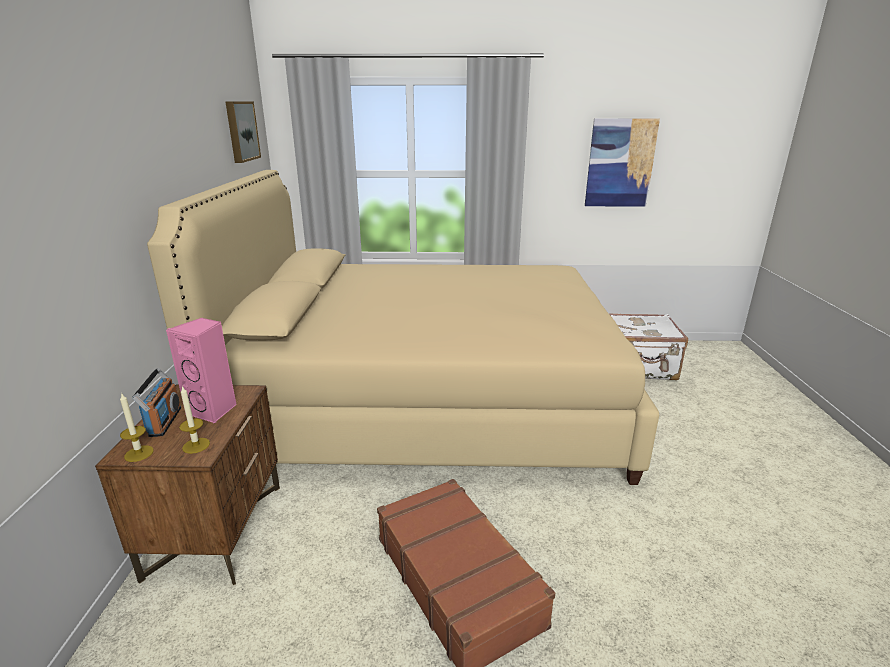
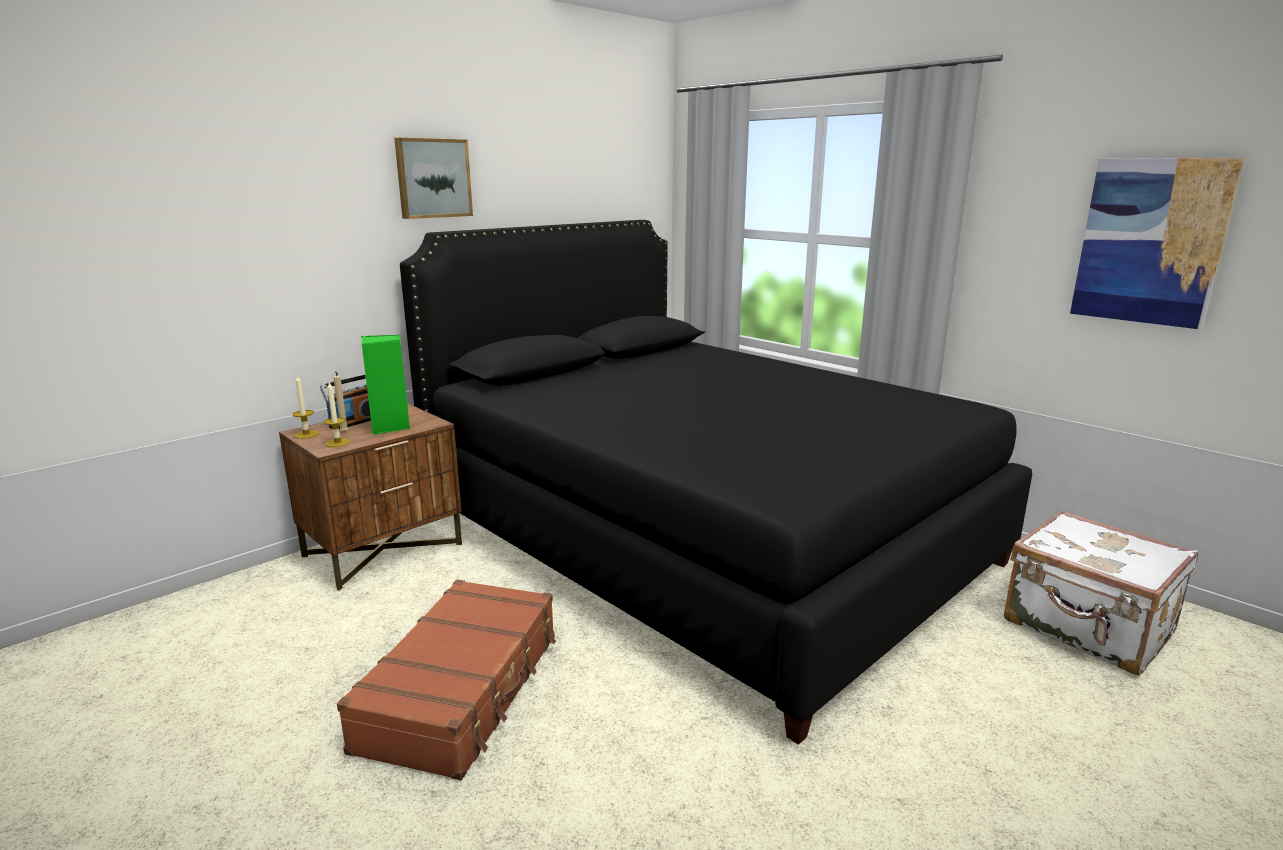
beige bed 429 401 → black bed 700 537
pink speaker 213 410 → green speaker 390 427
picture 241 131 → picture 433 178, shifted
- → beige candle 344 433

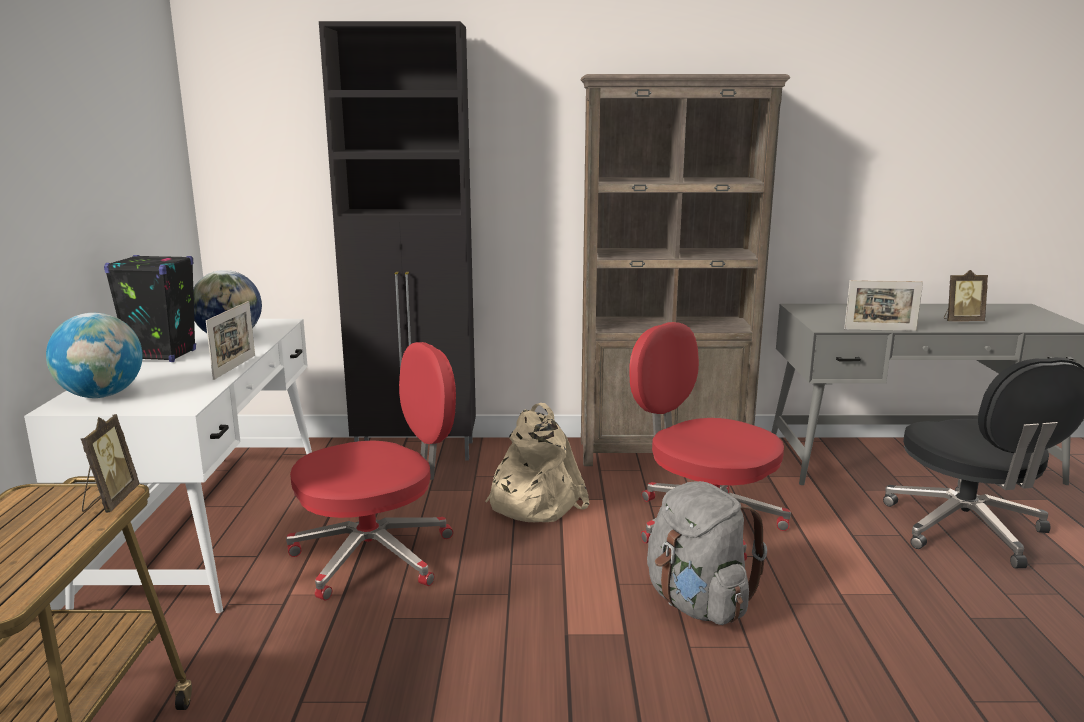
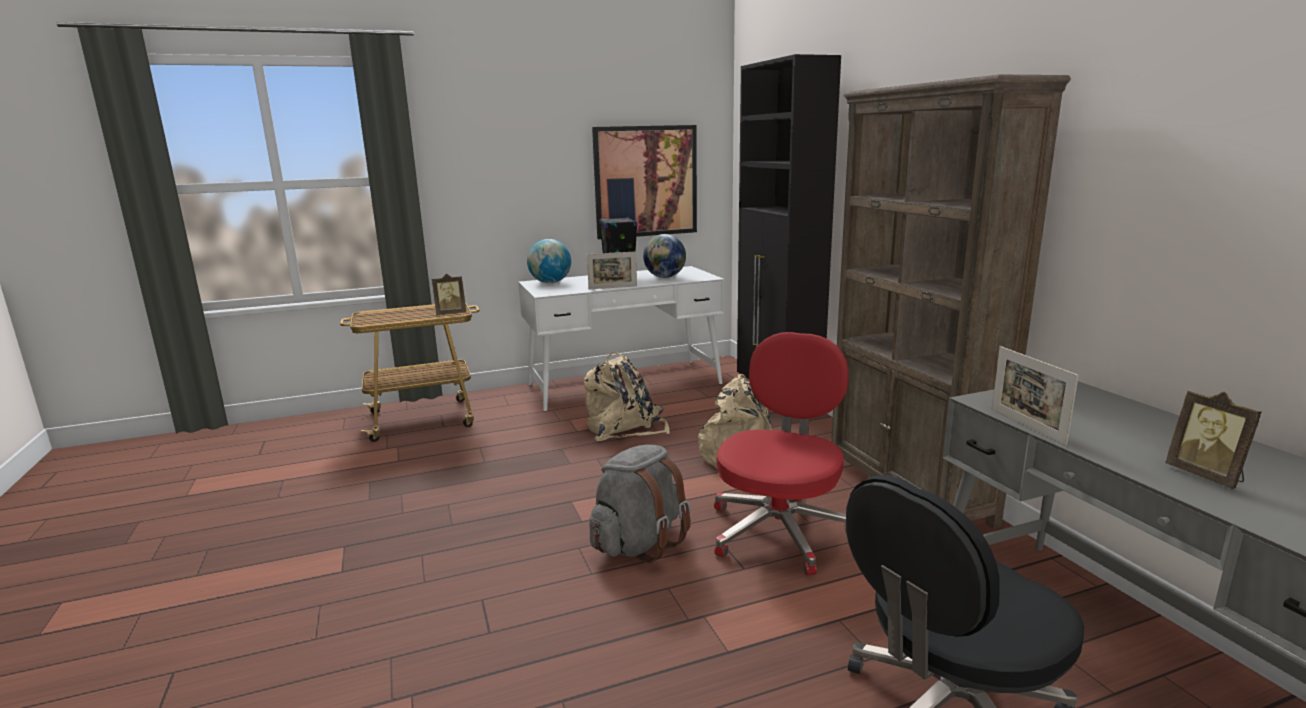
red office chair 377 555 → beige backpack 624 428
- → picture 645 181

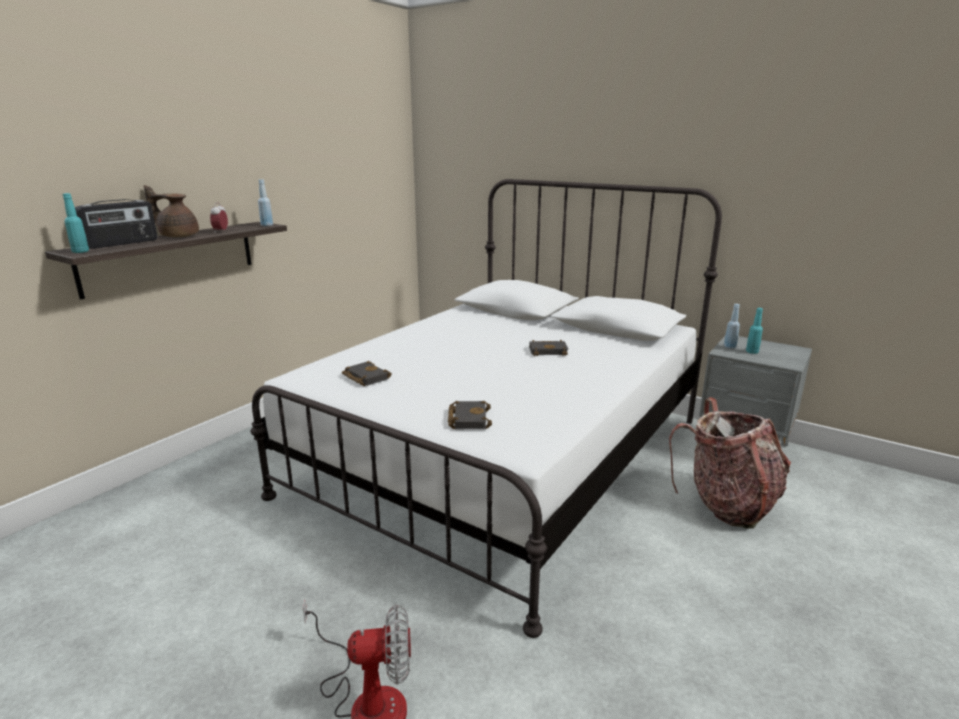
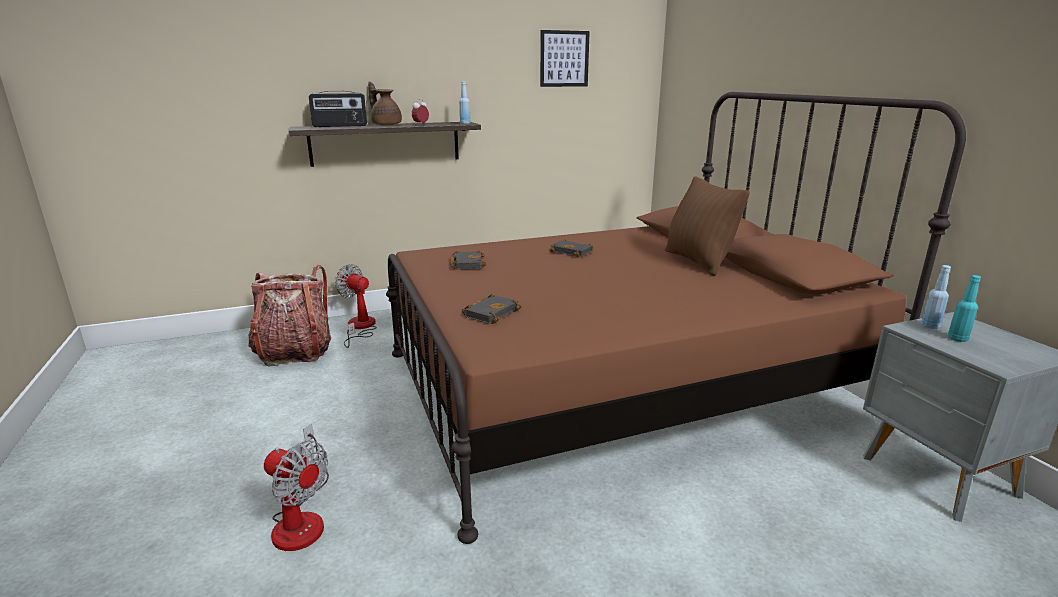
turquoise bottle 80 252 → -
white bed 504 455 → brown bed 617 385
black book 549 351 → black book 573 252, shifted
backpack 727 504 → backpack 294 352, shifted
- → fan 360 328
- → picture 564 59
- → brown pillow 698 262

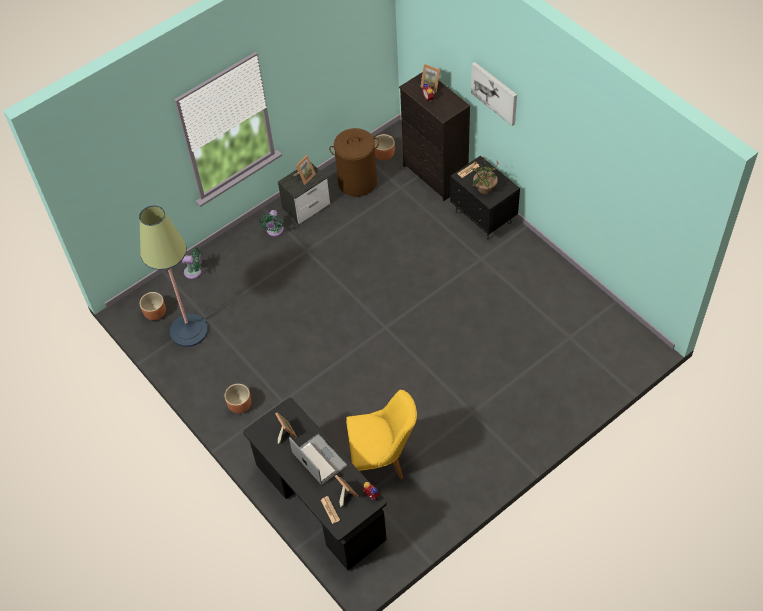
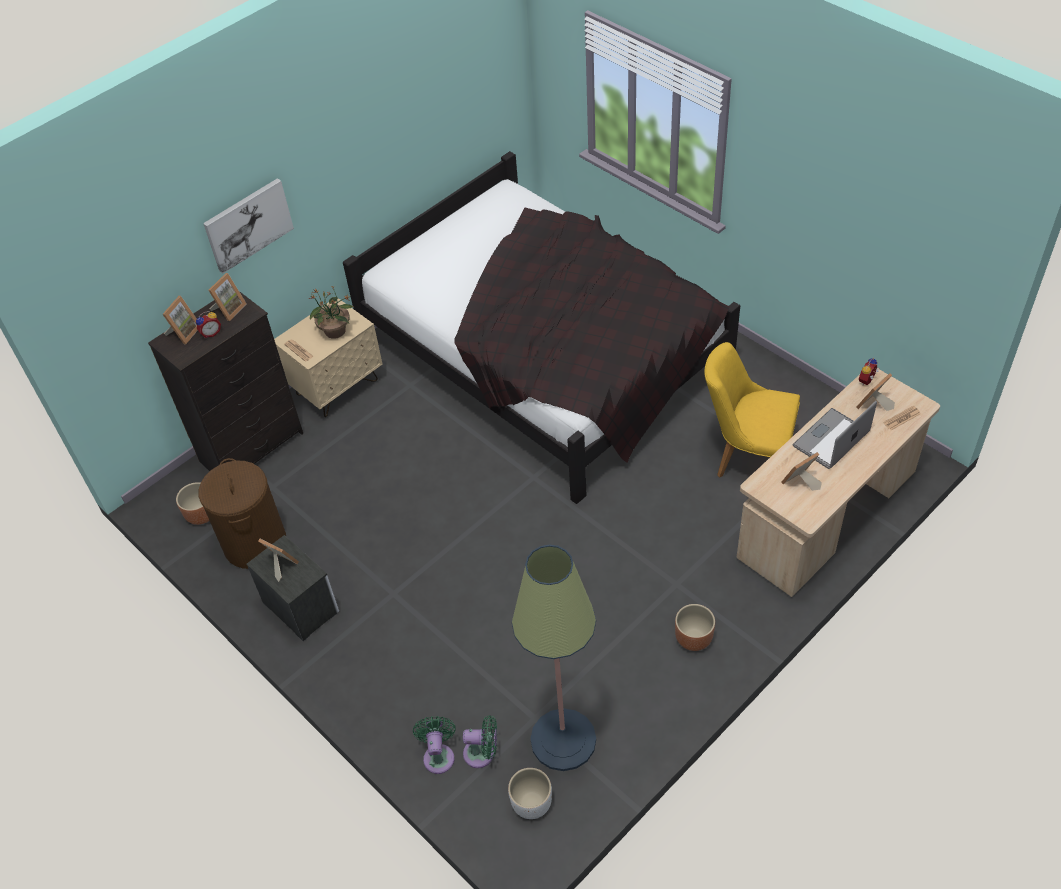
brown planter 155 313 → white planter 532 803
black desk 320 503 → beige desk 827 516
green fan 274 231 → green fan 482 753, shifted
yellow chair 382 460 → yellow chair 746 457, 60 degrees counterclockwise
black nightstand 483 218 → beige nightstand 337 387
- → picture frame 229 309
- → black bed 546 357

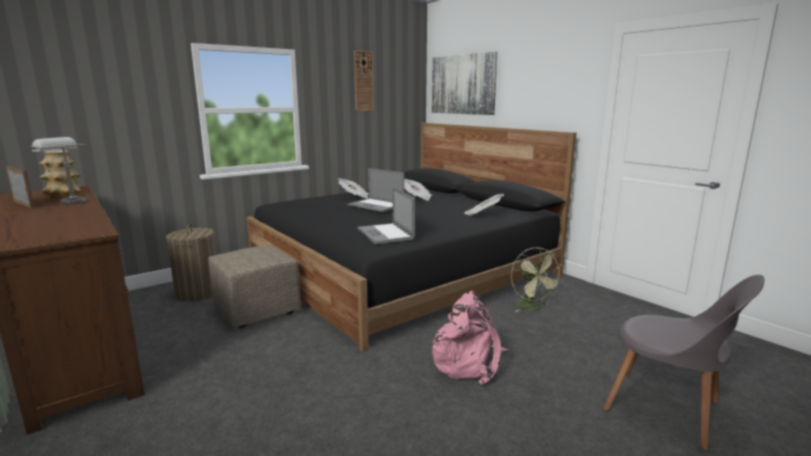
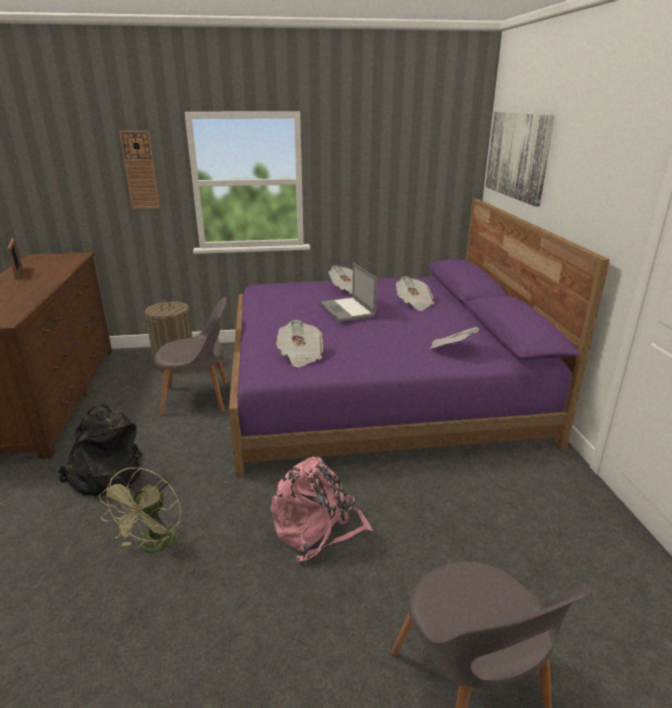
grey table lamp 68 201 → -
vase 64 194 → -
beige ottoman 258 310 → grey chair 199 399
black bed 403 270 → purple bed 377 386
wall clock 363 81 → wall clock 140 170, shifted
laptop 385 234 → newspaper 300 356
green fan 532 308 → green fan 154 547, shifted
- → black backpack 104 475

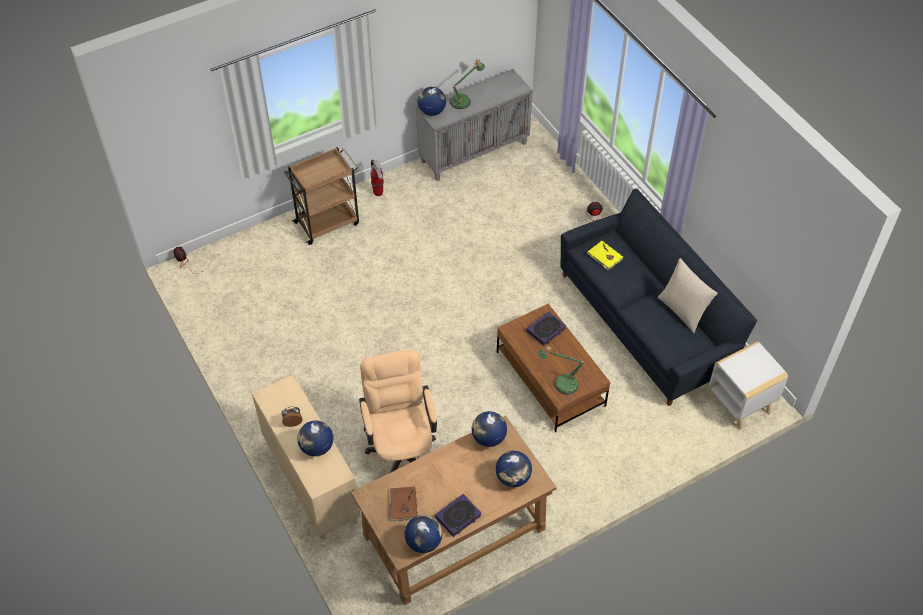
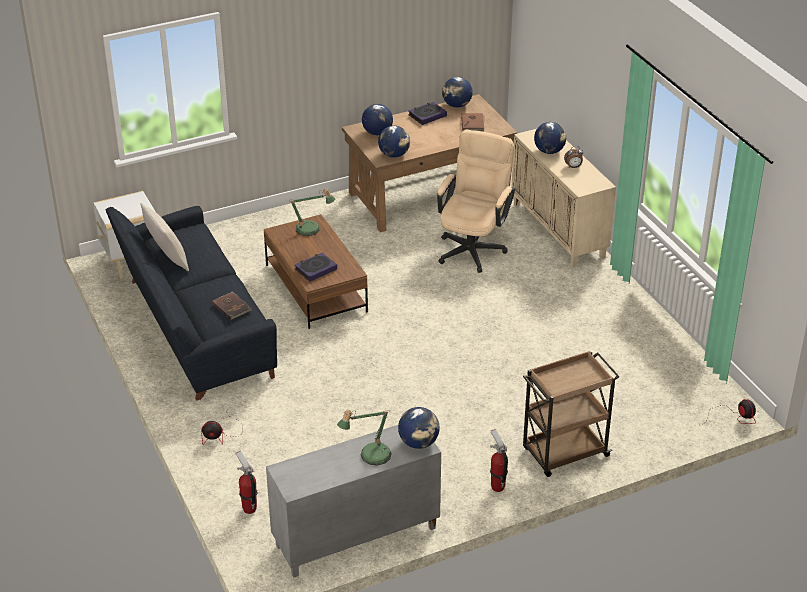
beige office chair 401 448 → beige office chair 473 247, 150 degrees counterclockwise
yellow book 604 257 → brown book 232 307
- → fire extinguisher 249 509

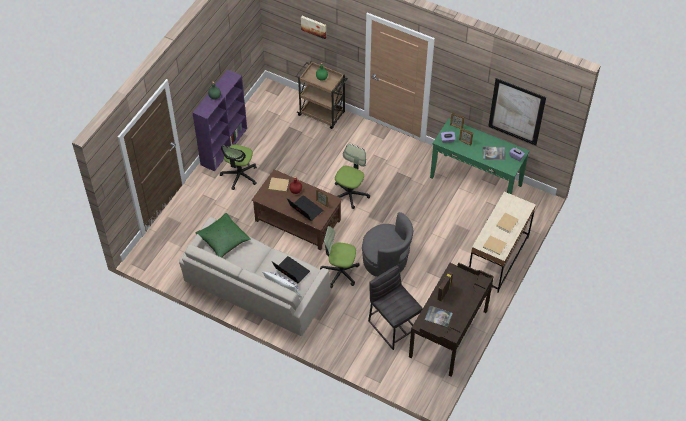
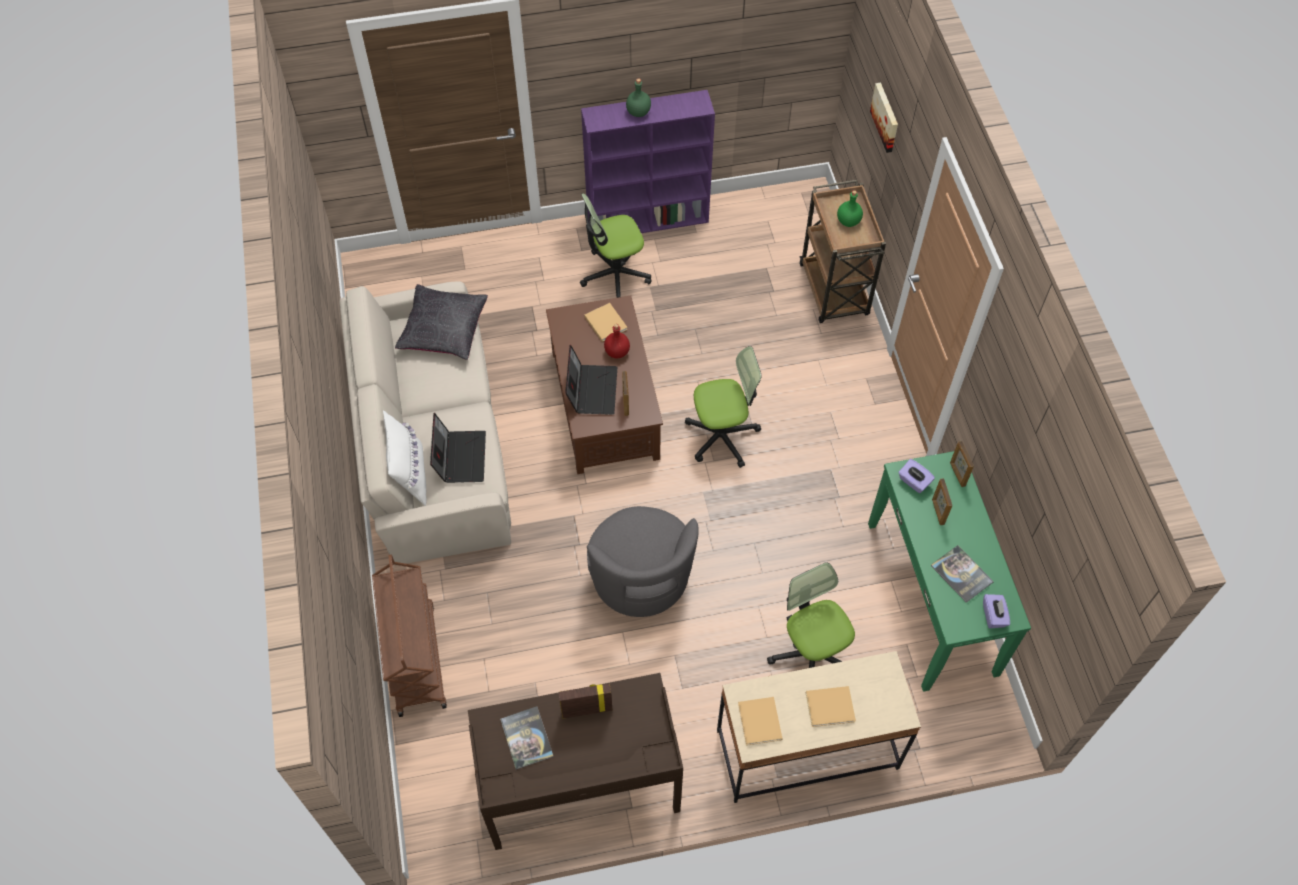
green pillow 223 240 → black pillow 443 330
office chair 340 272 → office chair 810 653, shifted
grey stool 394 326 → -
picture 516 112 → -
- → brown cart 415 658

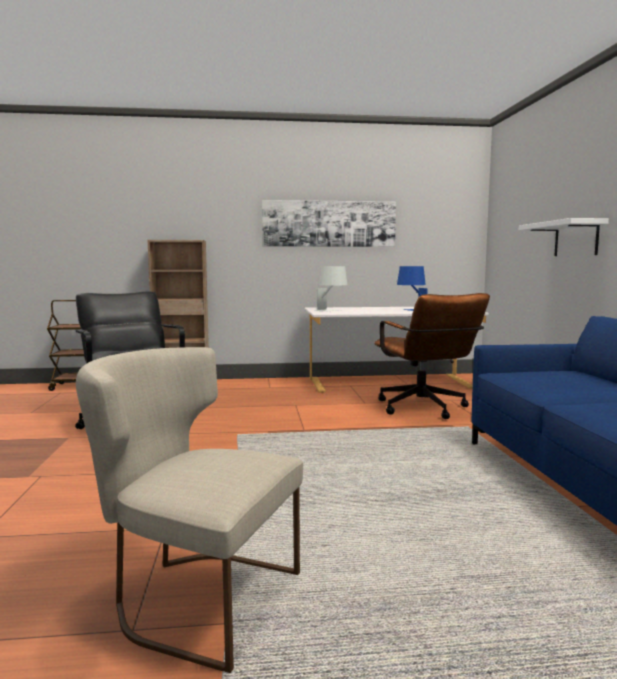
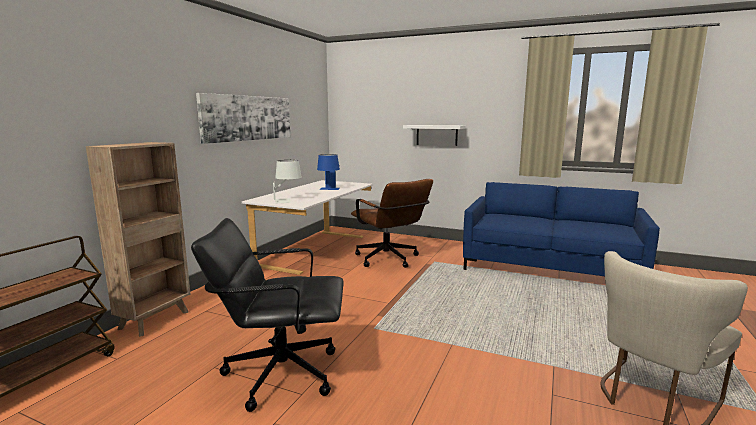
brown office chair 425 410 → brown office chair 390 260, 45 degrees clockwise

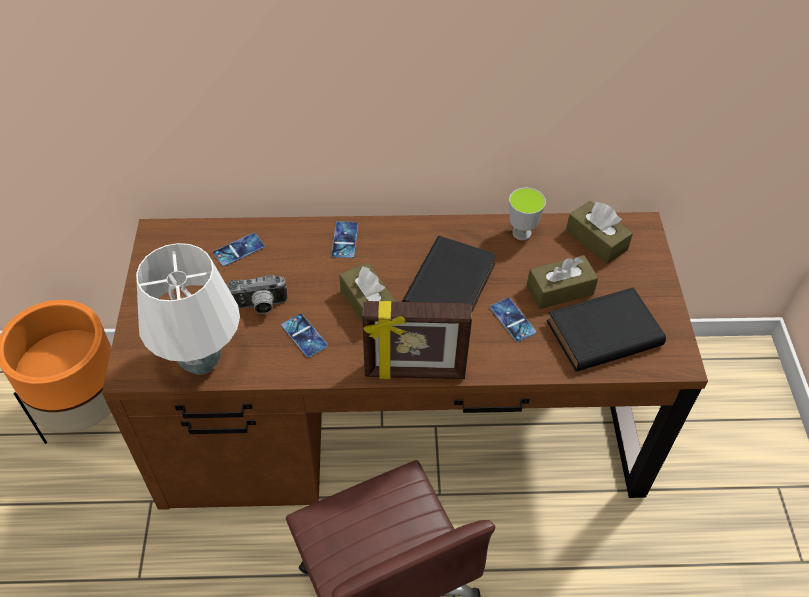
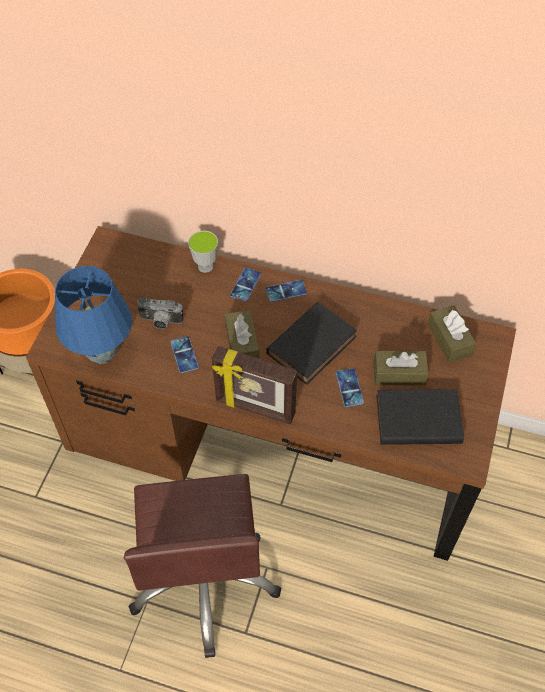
white table lamp 203 362 → blue table lamp 103 354
phone 239 250 → phone 286 291, shifted
cup 521 233 → cup 205 266, shifted

